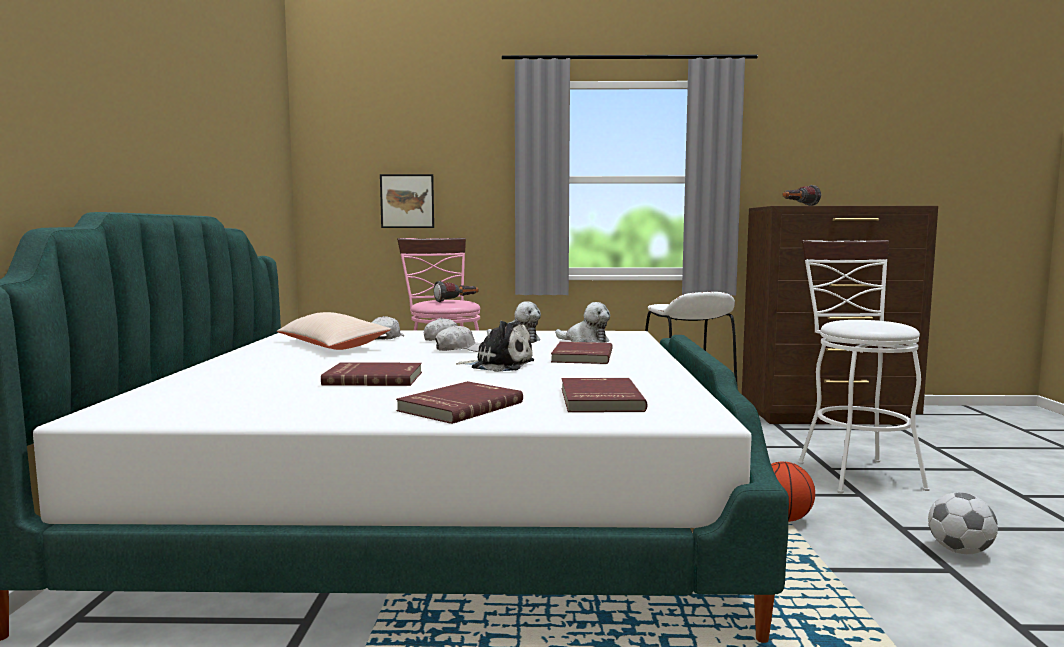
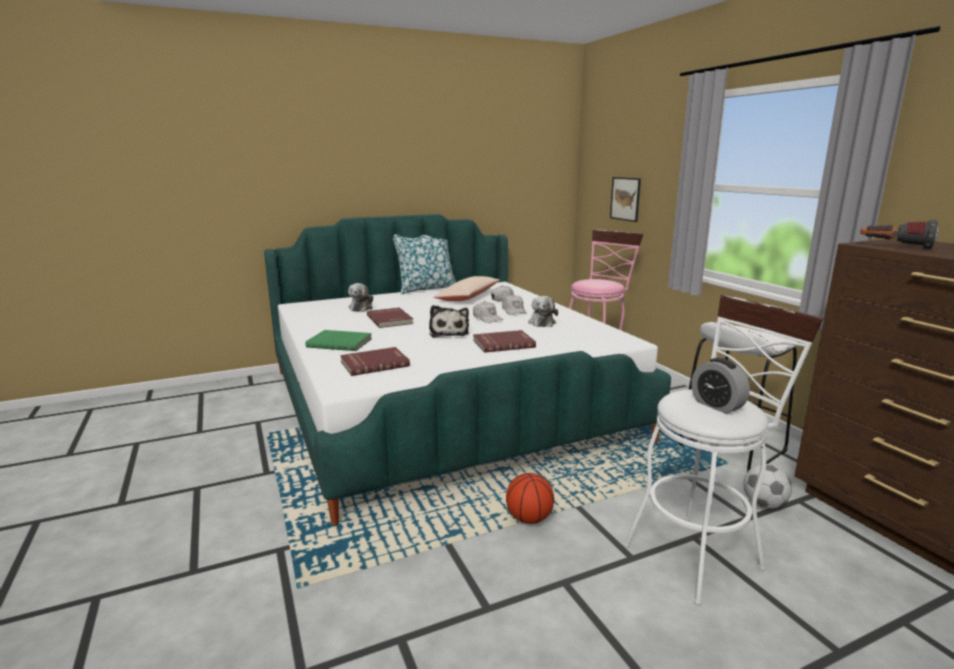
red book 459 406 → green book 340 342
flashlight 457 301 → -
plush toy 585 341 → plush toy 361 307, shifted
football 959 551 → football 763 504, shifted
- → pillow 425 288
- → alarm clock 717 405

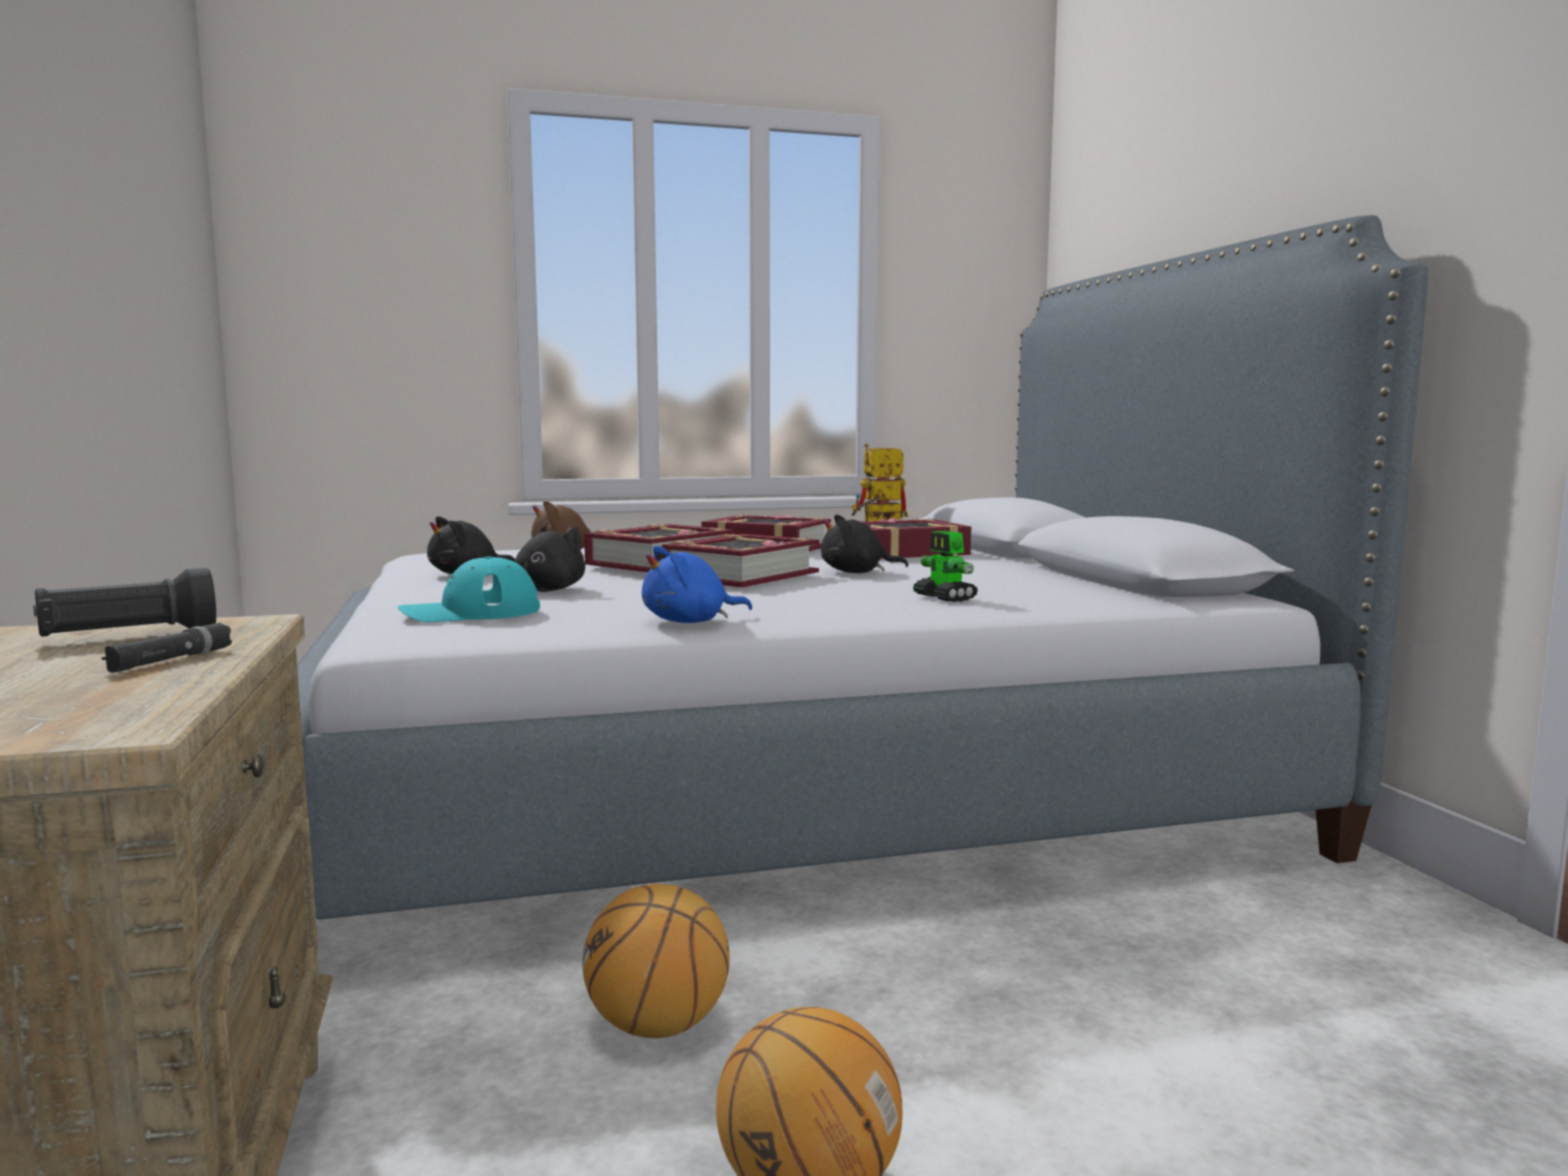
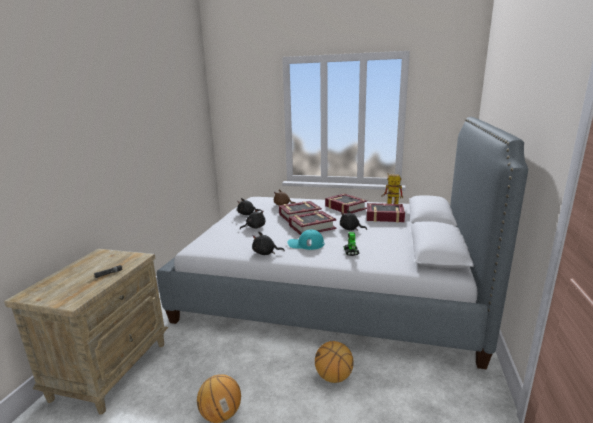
black flashlight 129 636 → -
turquoise cap 470 612 → turquoise cap 305 244, shifted
basketball 658 1027 → basketball 333 377, shifted
blue plush toy 690 622 → black plush toy 265 253

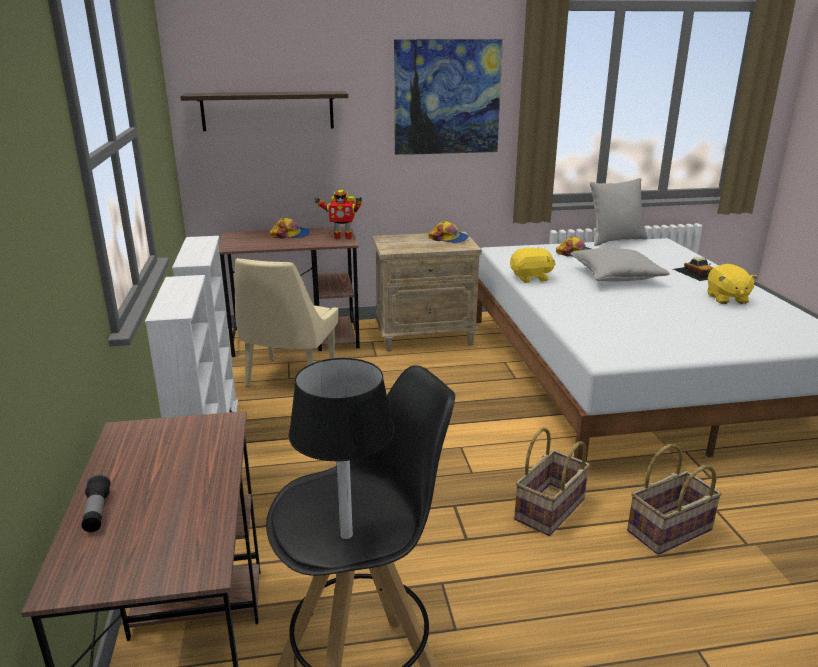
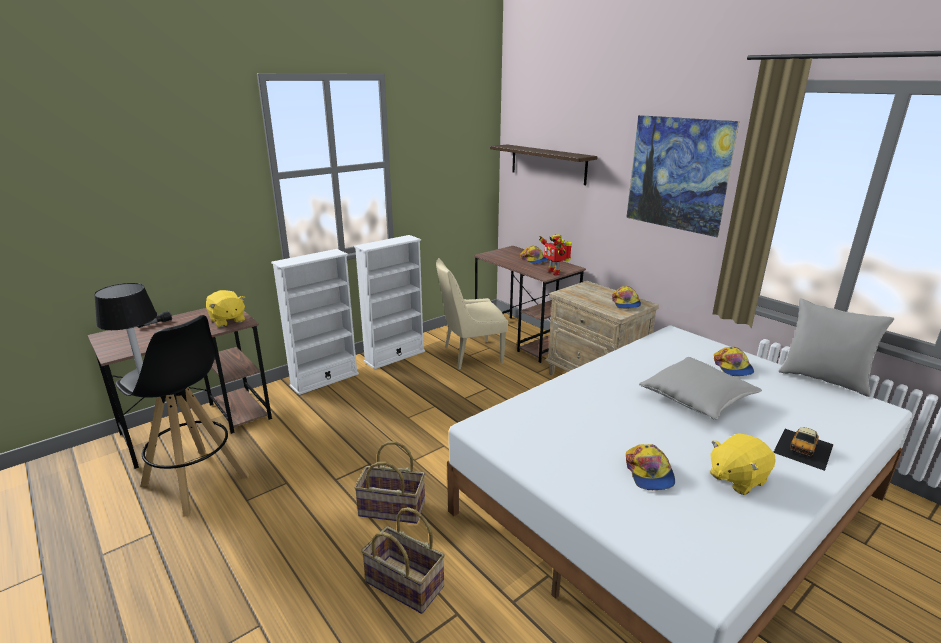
yellow plush toy 531 278 → yellow plush toy 227 320, shifted
- → cap 649 473

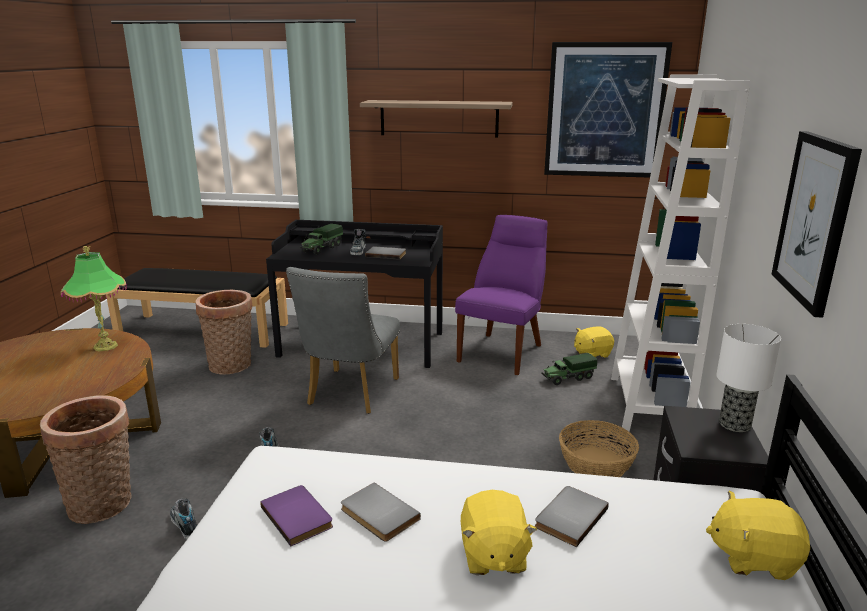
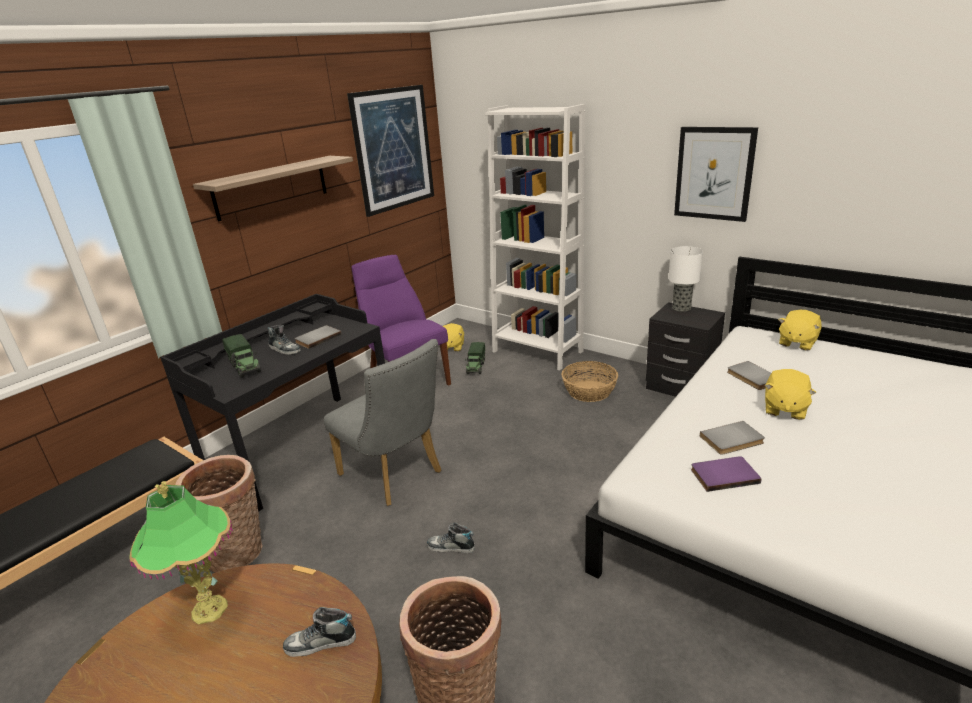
shoe 184 525 → shoe 321 643, shifted
yellow plush toy 493 555 → yellow plush toy 784 409, 90 degrees clockwise

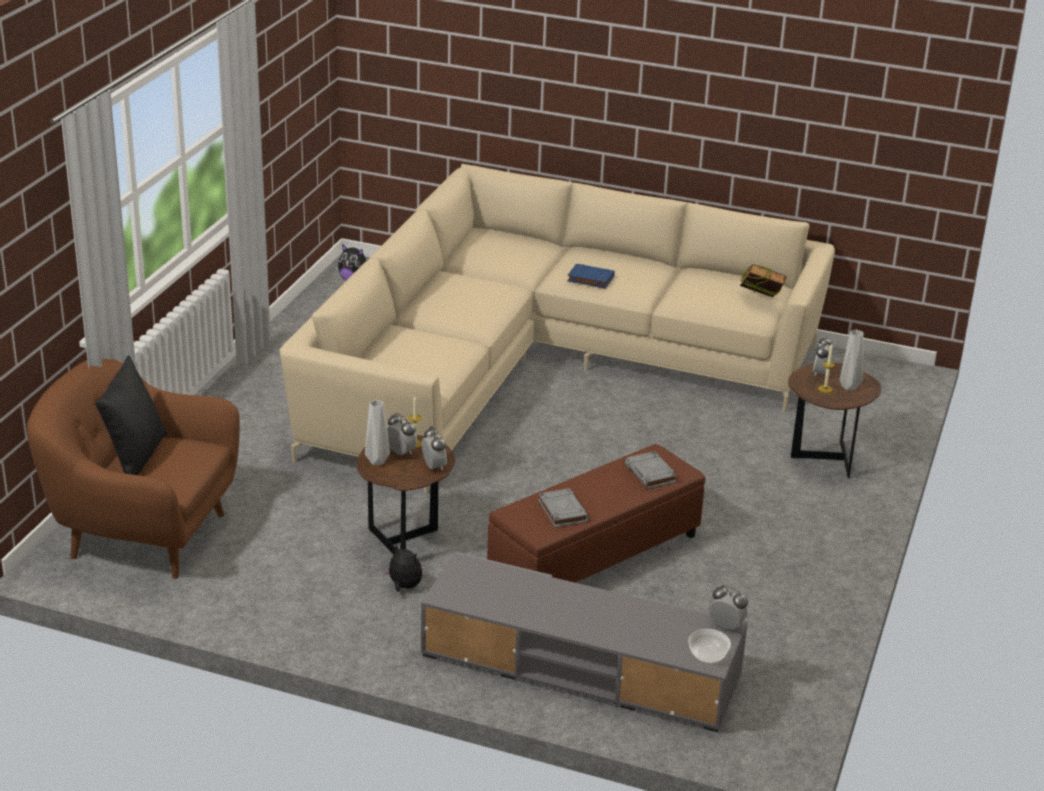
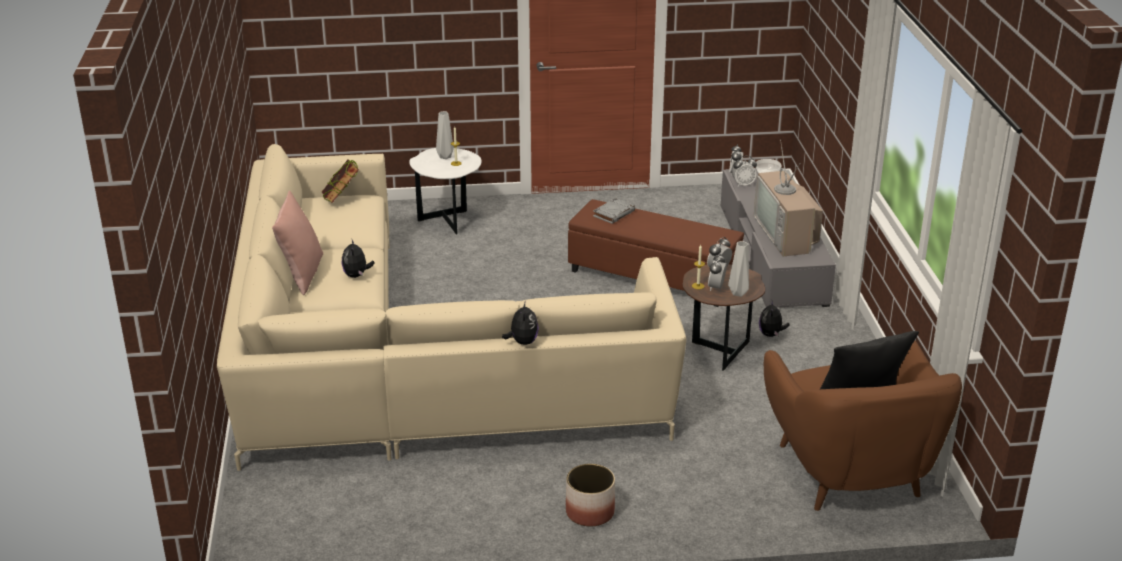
grey book 562 511 → -
blue book 590 279 → plush toy 357 275
brown side table 824 460 → white side table 448 223
alarm clock 821 373 → alarm clock 743 184, shifted
- → pink pillow 301 274
- → planter 589 512
- → television 787 234

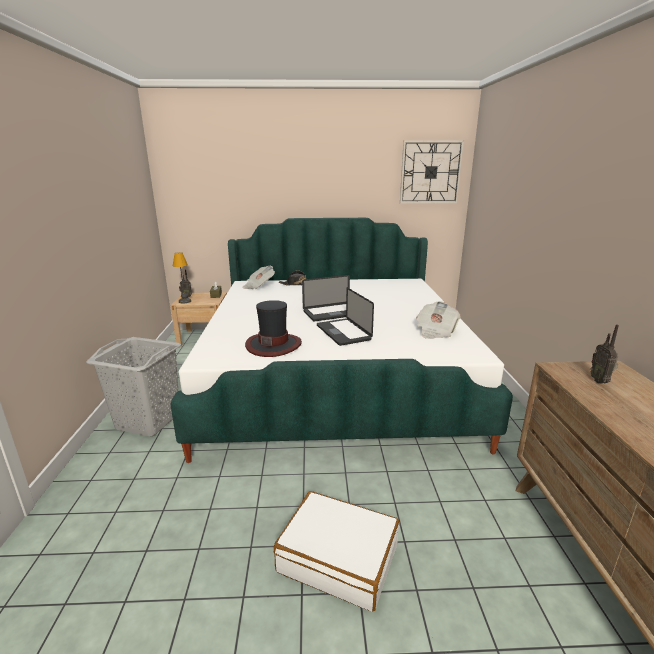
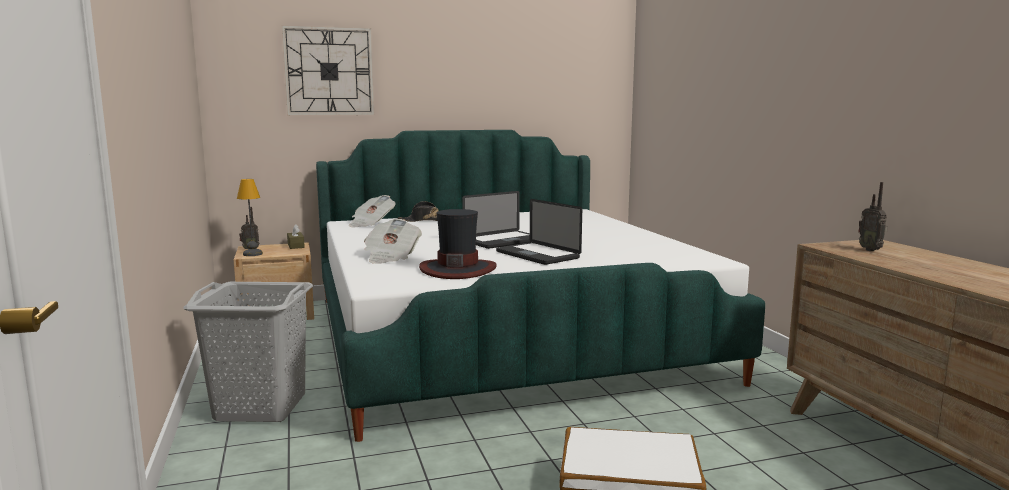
wall clock 430 172 → wall clock 329 71, shifted
newspaper 435 331 → newspaper 391 257, shifted

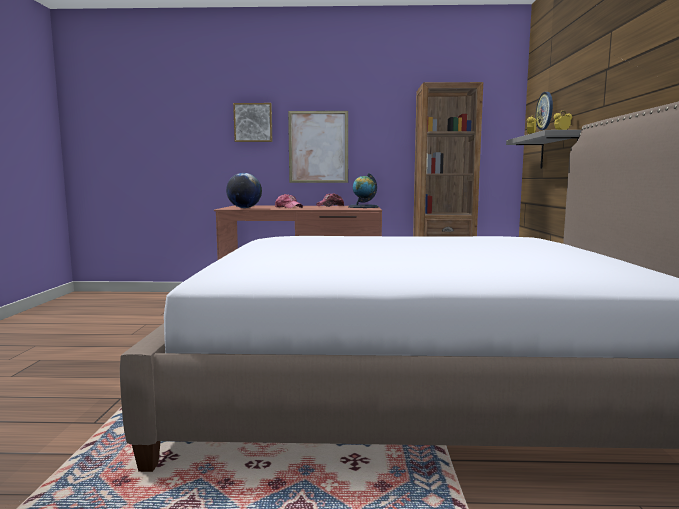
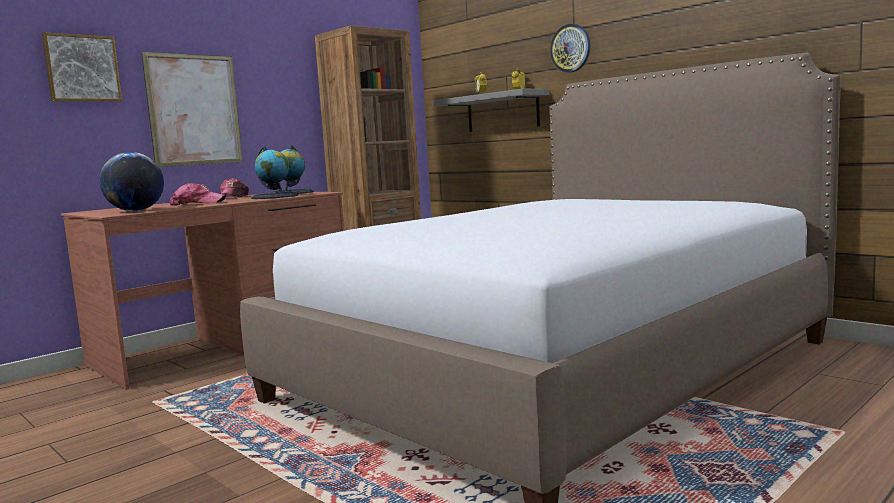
wall clock 545 111 → wall clock 570 48, shifted
- → globe 275 196

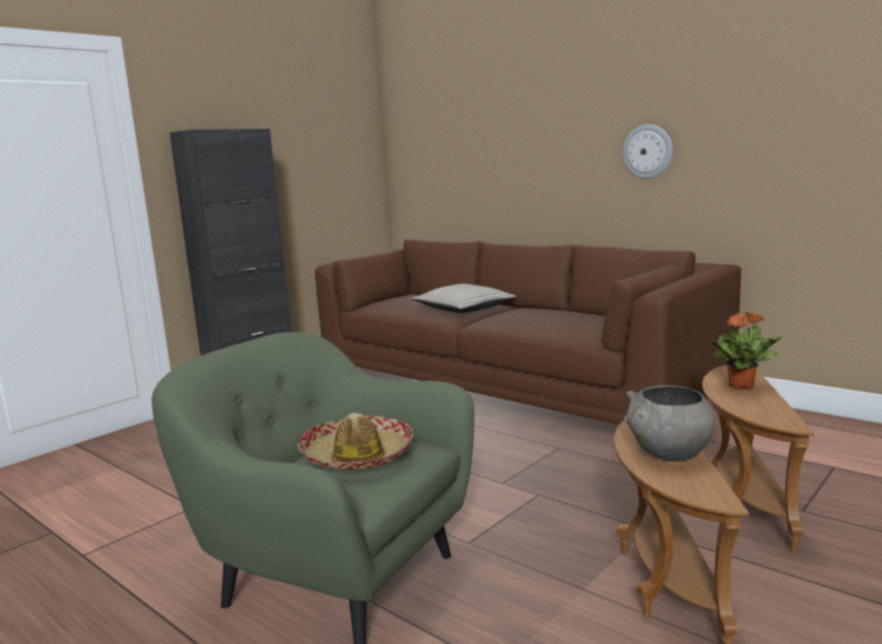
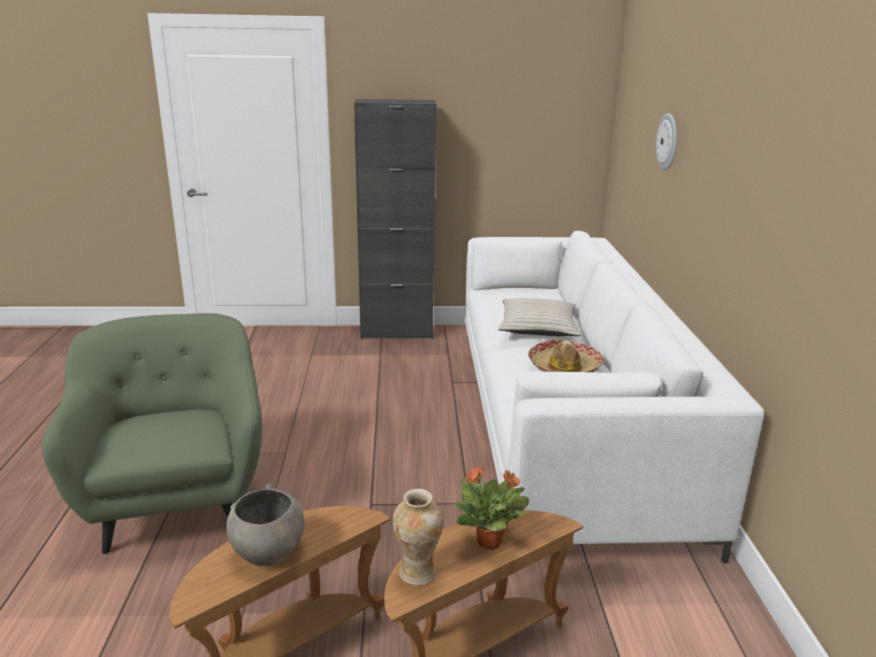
hat 357 456 → hat 564 367, shifted
brown sofa 509 387 → white sofa 563 422
wall clock 647 151 → wall clock 668 142, shifted
- → vase 417 573

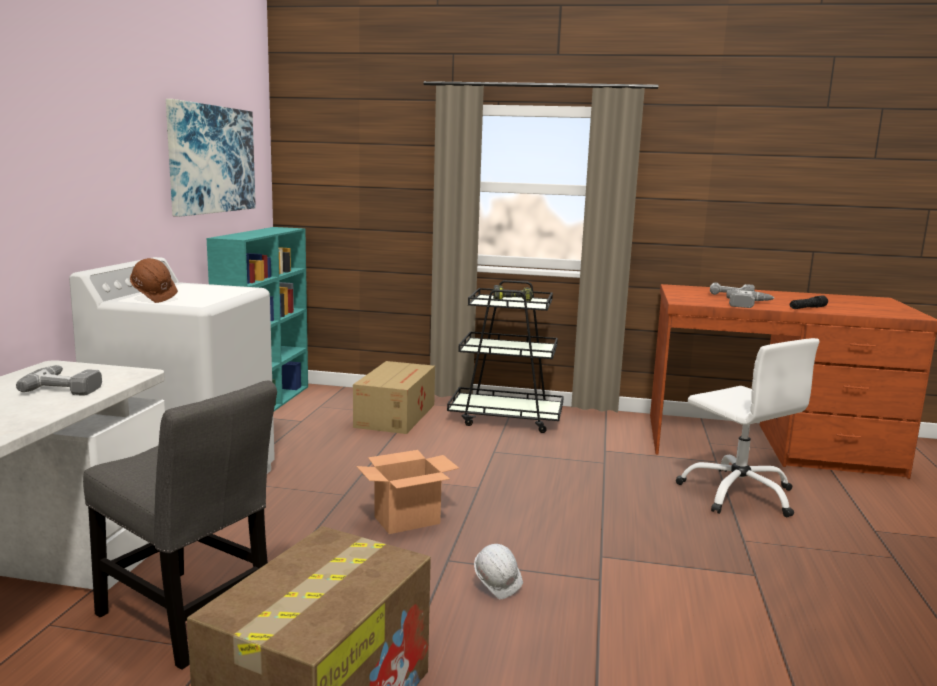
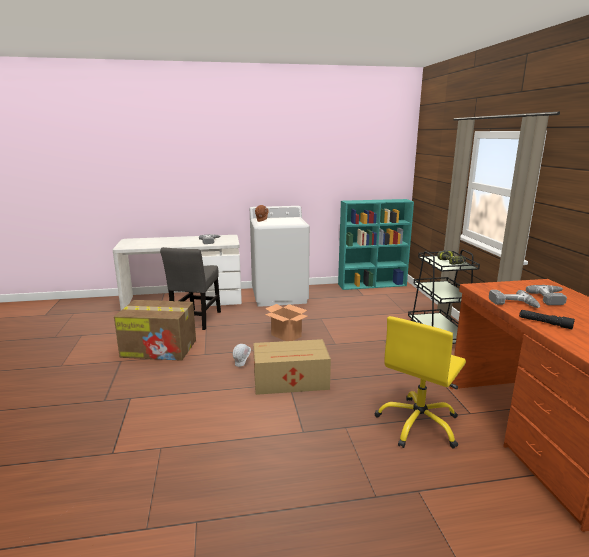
picture 212 159 → -
cardboard box 396 415 → cardboard box 292 380, shifted
white office chair 738 493 → yellow office chair 418 424

